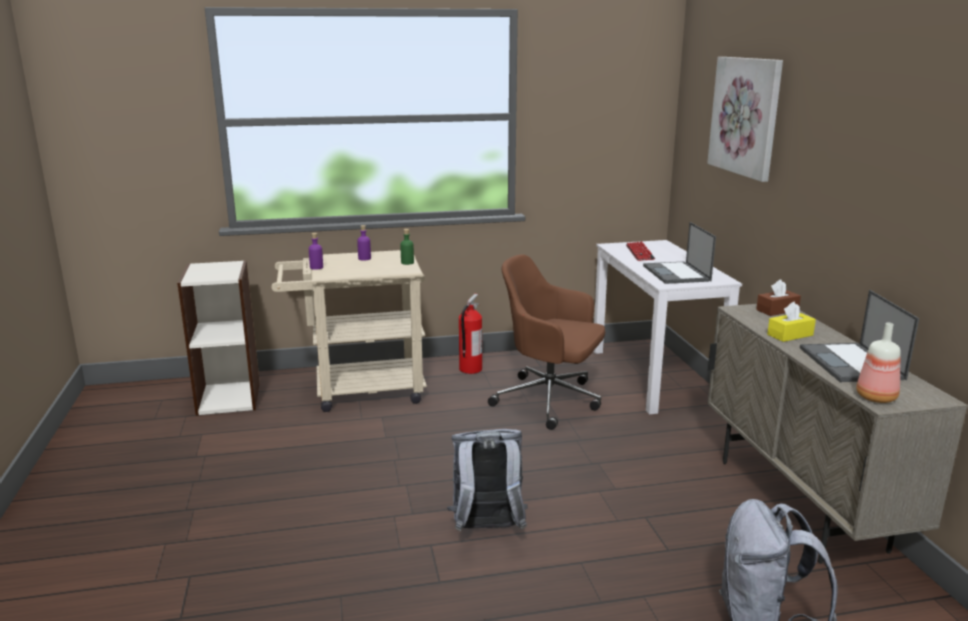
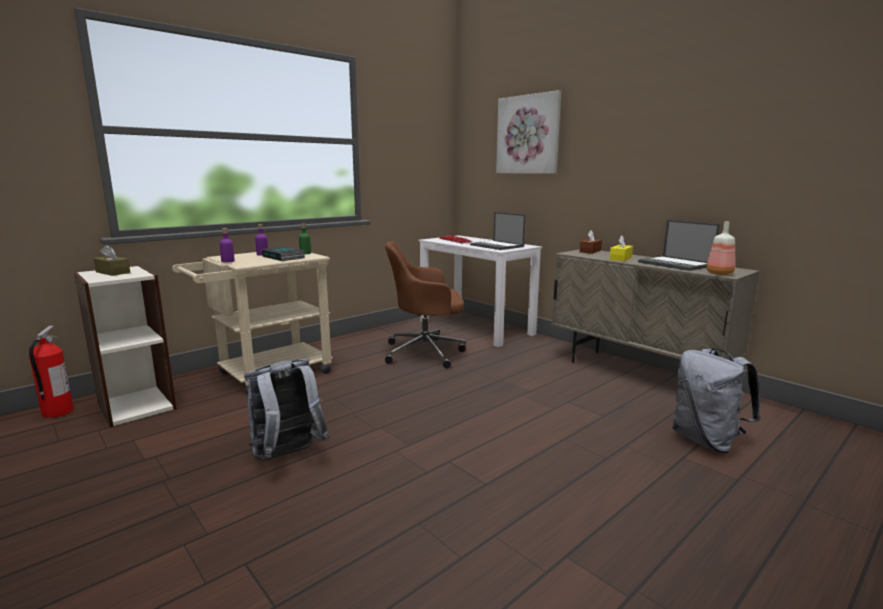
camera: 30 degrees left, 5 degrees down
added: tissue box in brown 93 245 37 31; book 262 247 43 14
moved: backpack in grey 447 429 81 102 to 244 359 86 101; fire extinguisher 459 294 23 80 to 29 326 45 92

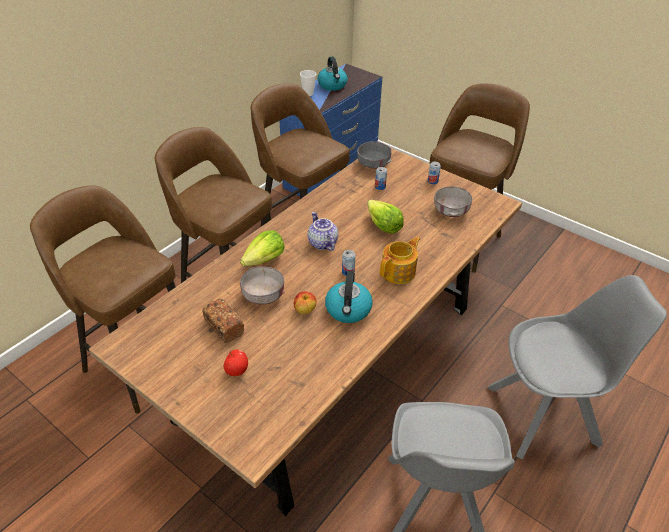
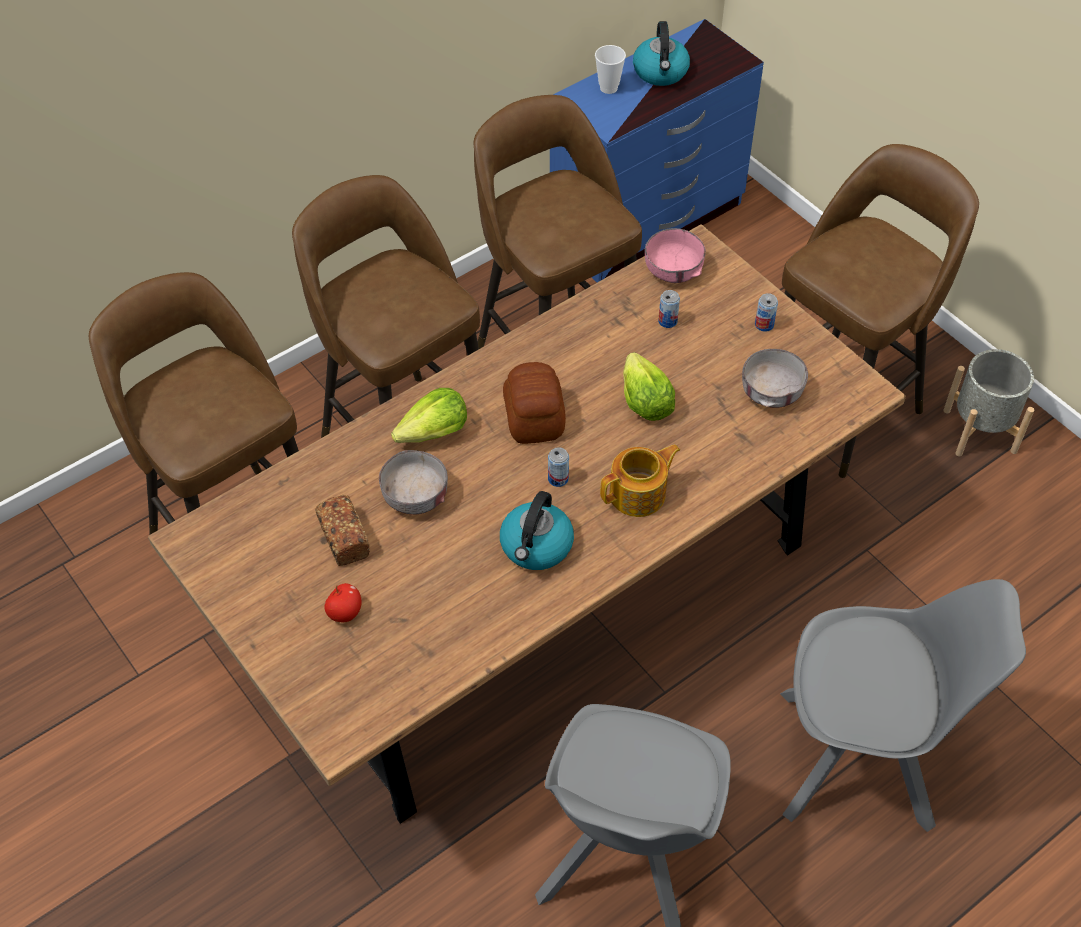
camera: 15 degrees right, 10 degrees up
removed: apple 294 291 22 23
added: planter in grey 944 349 91 107
replaced: teapot 308 212 30 39 to bread 503 362 63 82
recoloured: bowl in grey 357 141 34 28 to bowl in pink 645 228 61 55

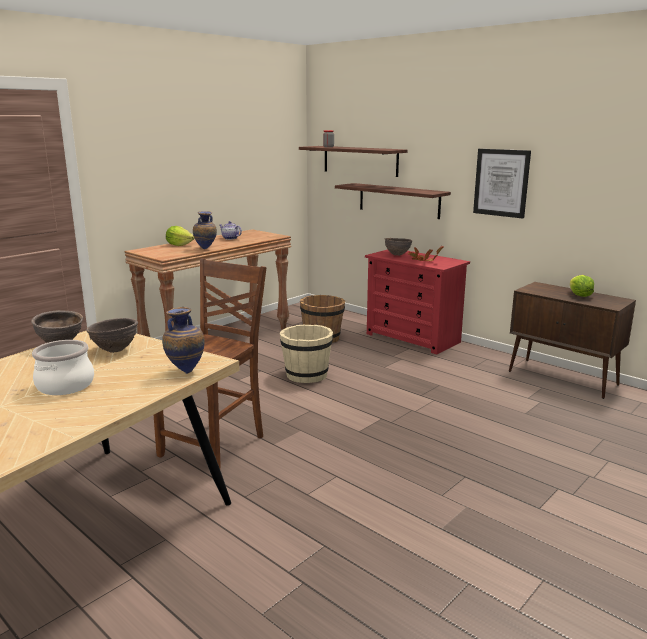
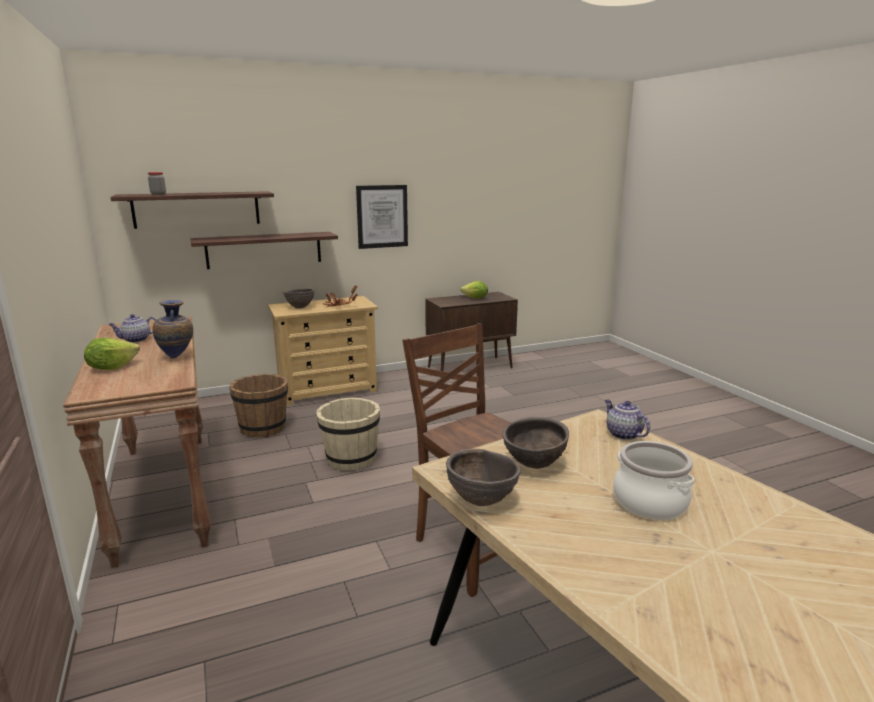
camera: 65 degrees left, 0 degrees up
replaced: vase 162 307 43 67 to teapot 605 400 45 40
recoloured: dresser in red 365 250 105 105 to dresser in beige 268 296 110 109

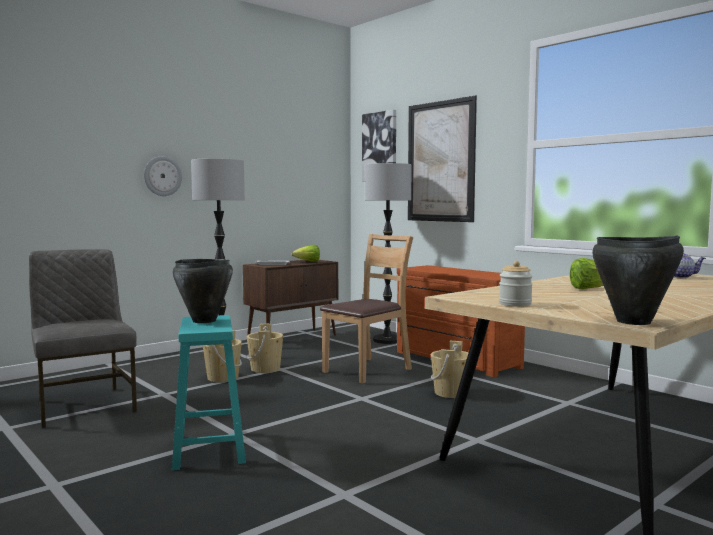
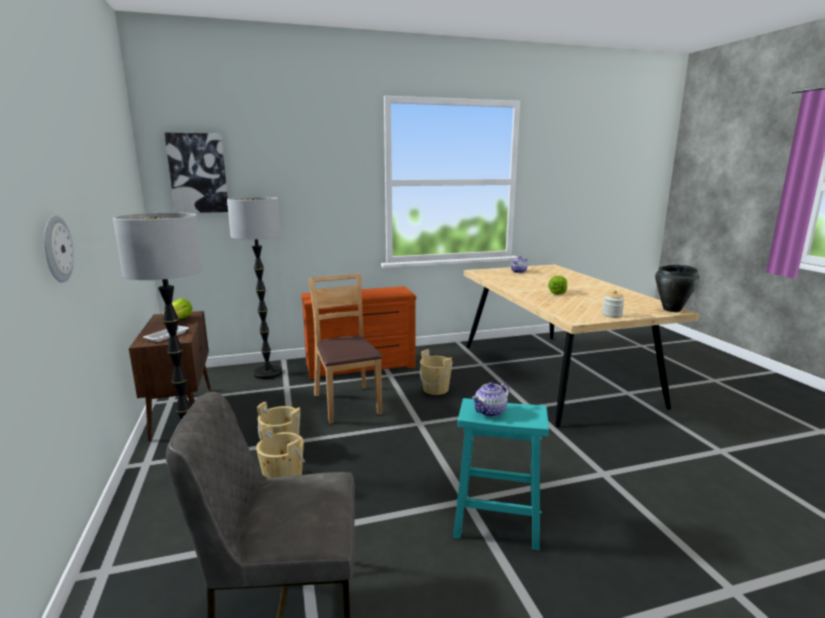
camera: 65 degrees left, 10 degrees up
removed: picture 408 95 69 127
replaced: cooking pot in black 173 259 60 64 to teapot 472 382 37 35

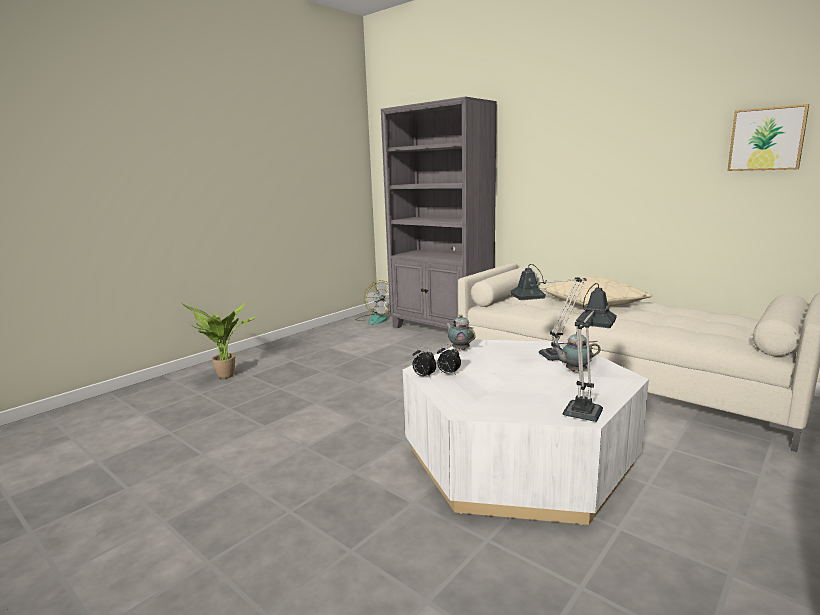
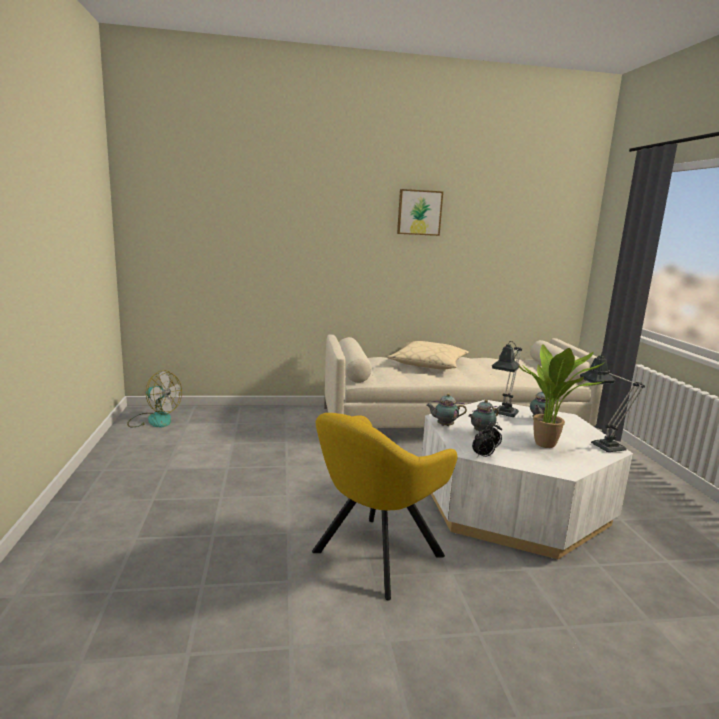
camera: 50 degrees left, 0 degrees up
removed: bookcase in grey 381 97 116 232
added: armchair in yellow 312 413 145 187; teapot 468 400 31 33
moved: potted plant 182 303 75 76 to 518 344 88 104; picture 727 104 82 67 to 397 189 46 47

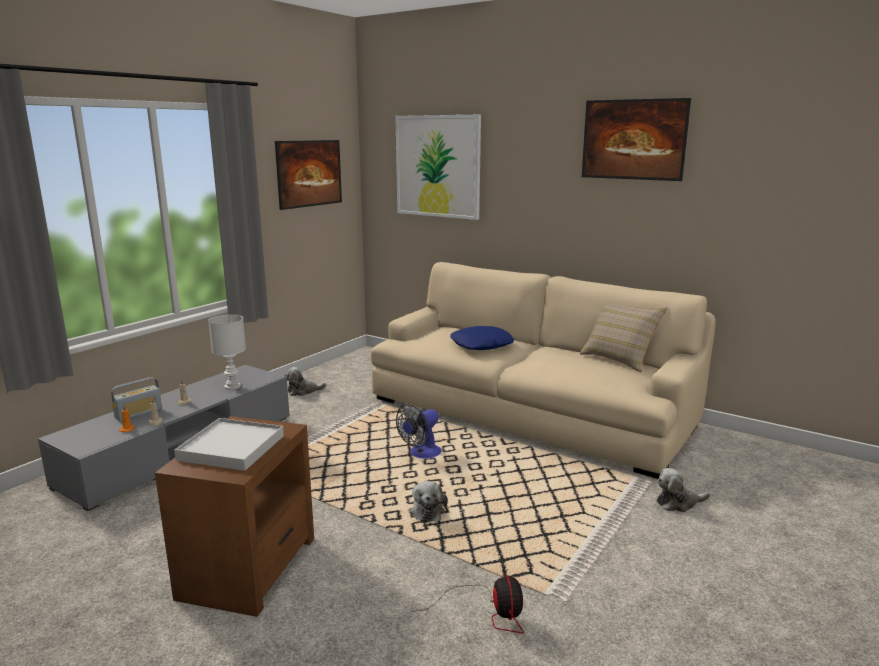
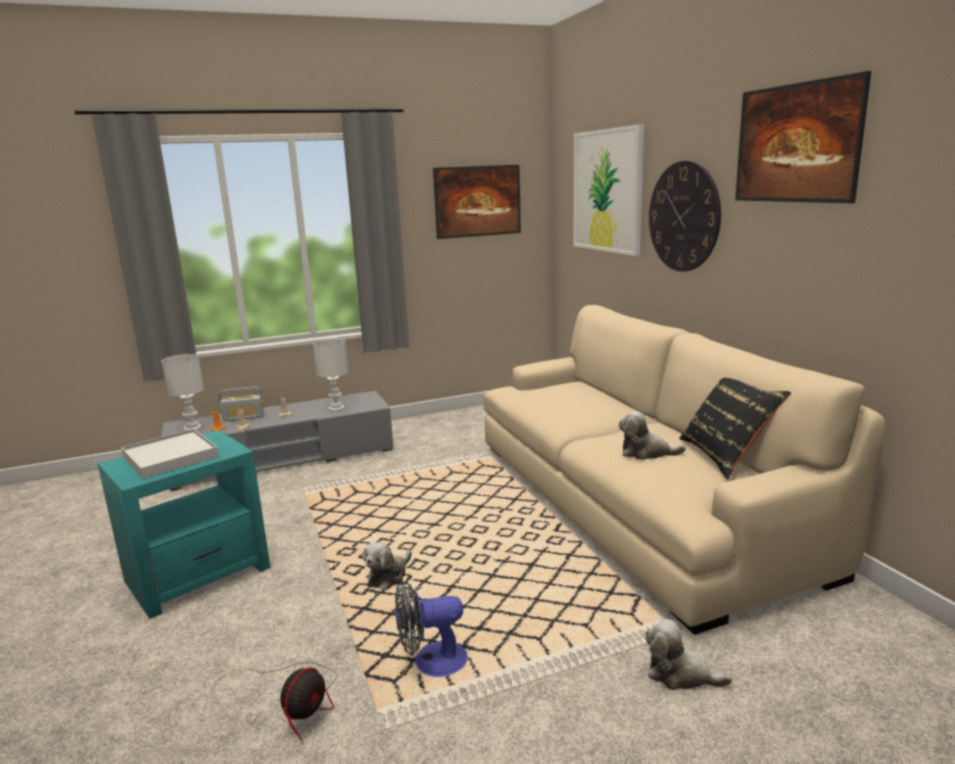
camera: 35 degrees right, 0 degrees up
removed: pillow in blue 450 326 64 24
added: table lamp in white 162 354 42 77; wall clock 649 161 72 111
moved: plush toy 285 367 41 29 to 619 411 67 49; fan 396 404 46 55 to 395 580 73 97
recoloured: side table in brown 155 416 159 201 to side table in turquoise 97 430 173 189; pillow in beige 580 304 88 68 to pillow in black 679 378 112 101

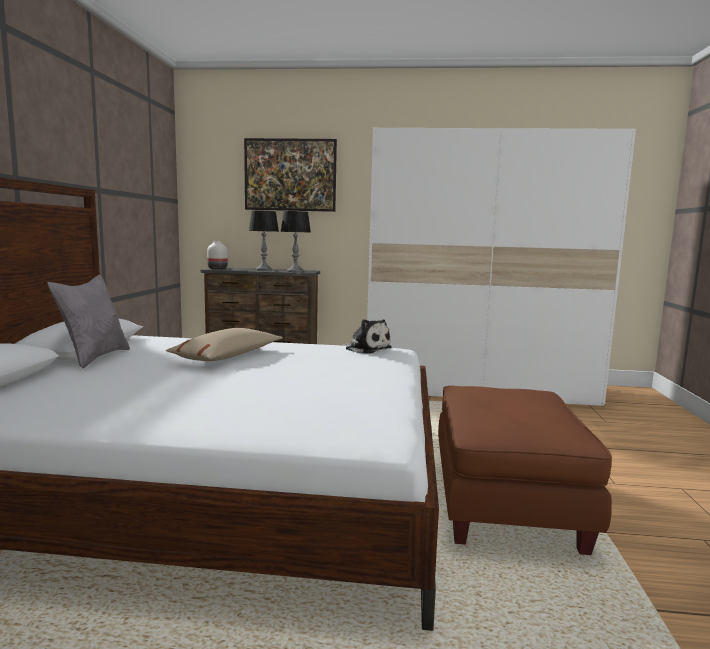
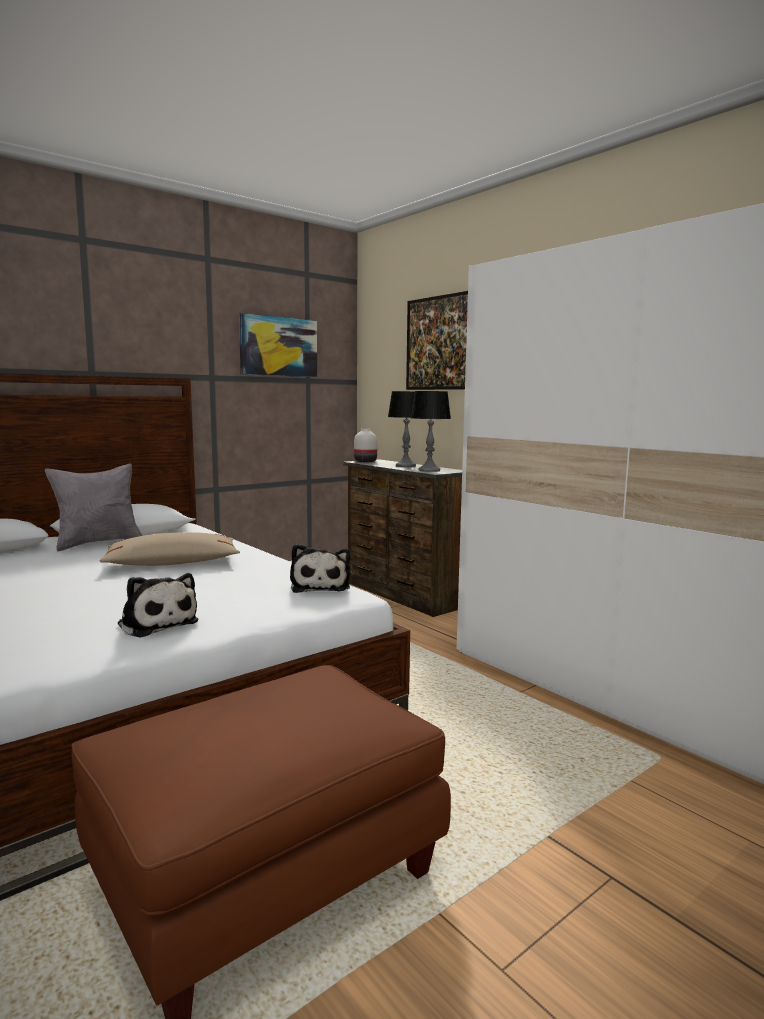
camera: 45 degrees right, 0 degrees up
added: plush toy 118 573 81 65; picture 239 313 78 64

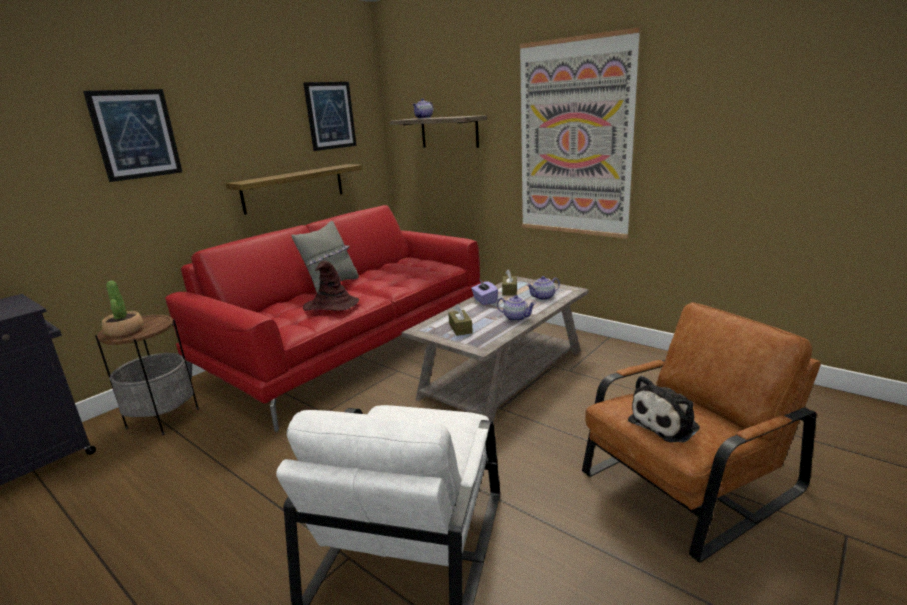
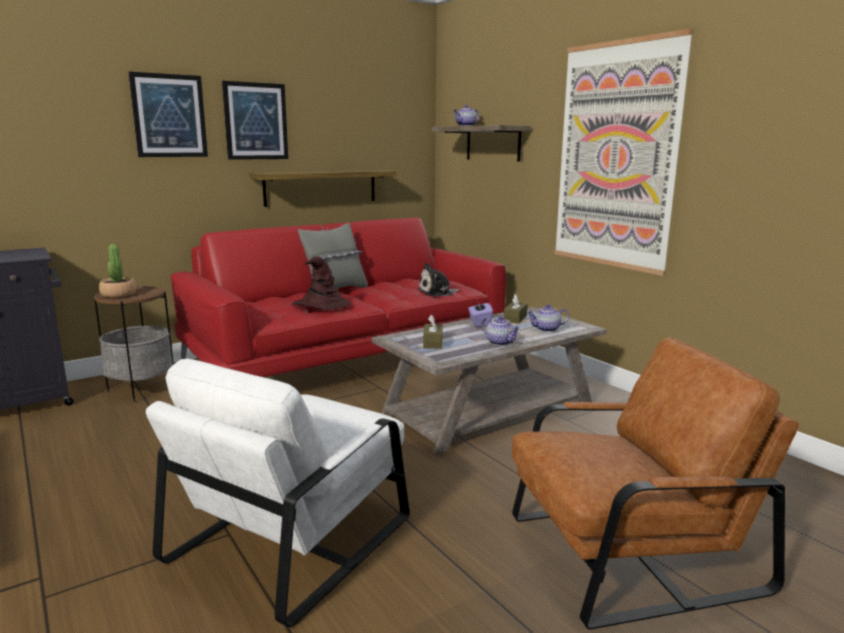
camera: 15 degrees right, 5 degrees down
moved: picture 303 82 54 69 to 222 81 66 79; plush toy 628 376 72 67 to 418 263 42 33

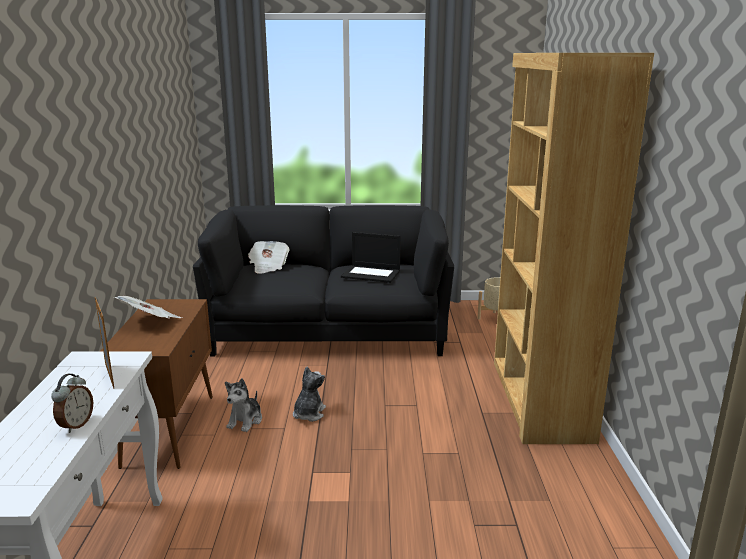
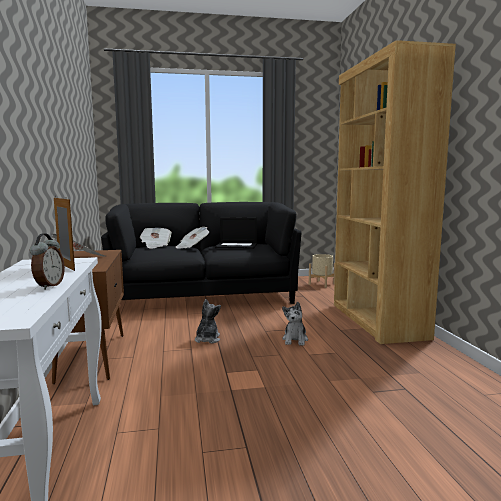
camera: 10 degrees left, 10 degrees down
added: newspaper 176 227 33 22
moved: plush toy 225 378 37 54 to 282 302 26 44

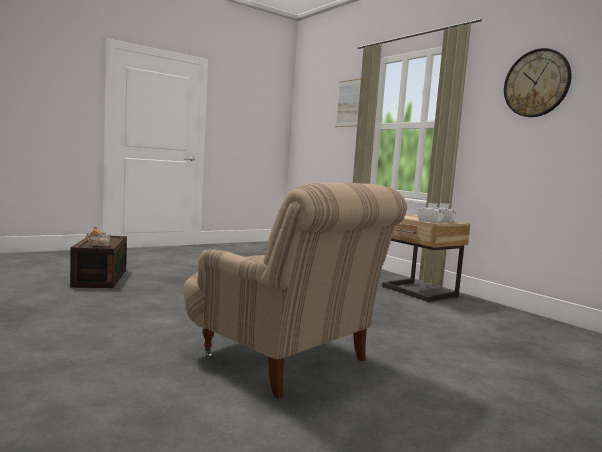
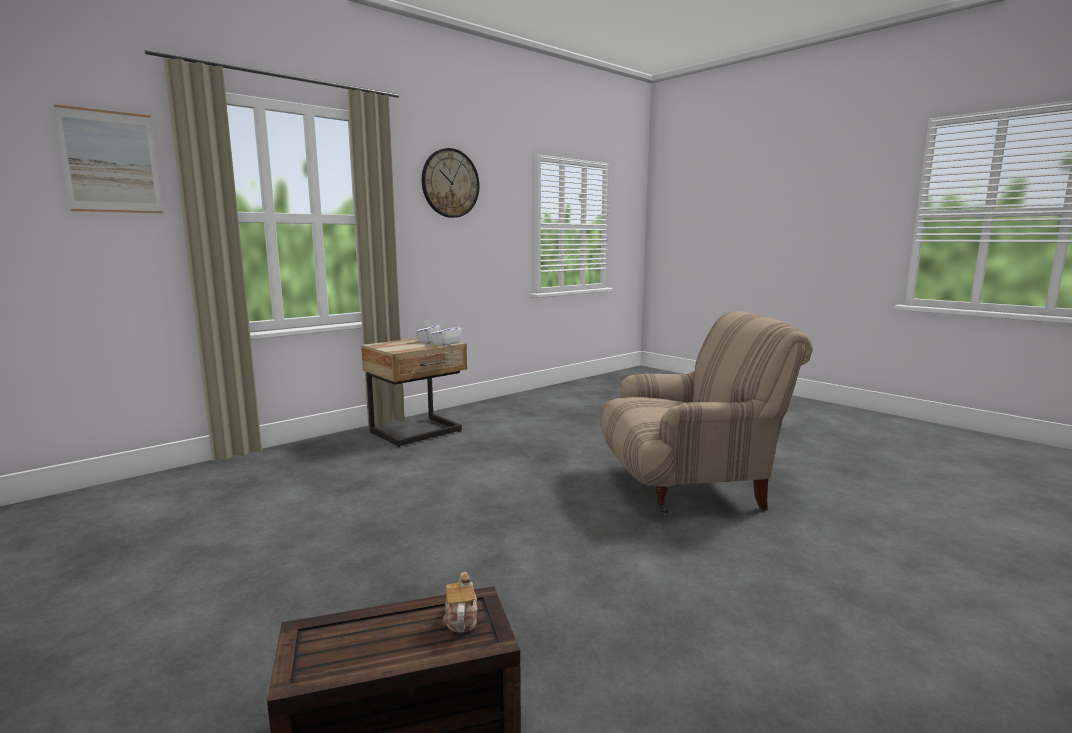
camera: 95 degrees left, 5 degrees up
turned: armchair in beige 183 183 224 215 = 600 311 213 204 45 degrees clockwise

